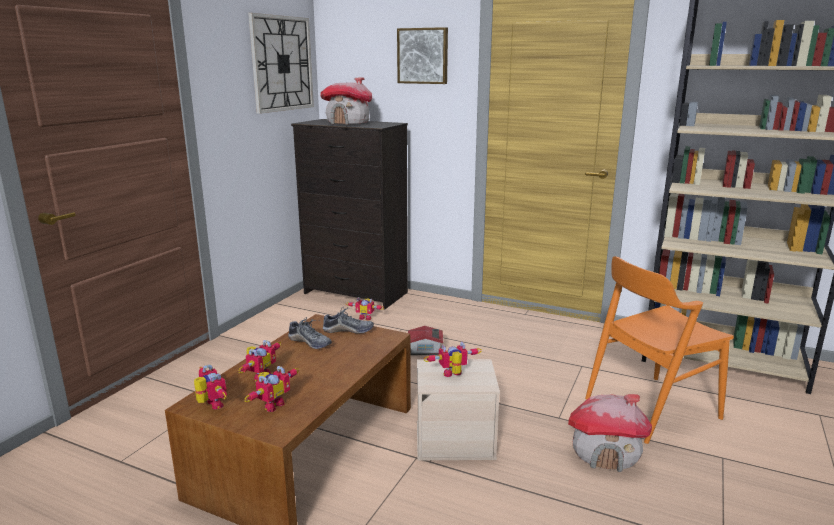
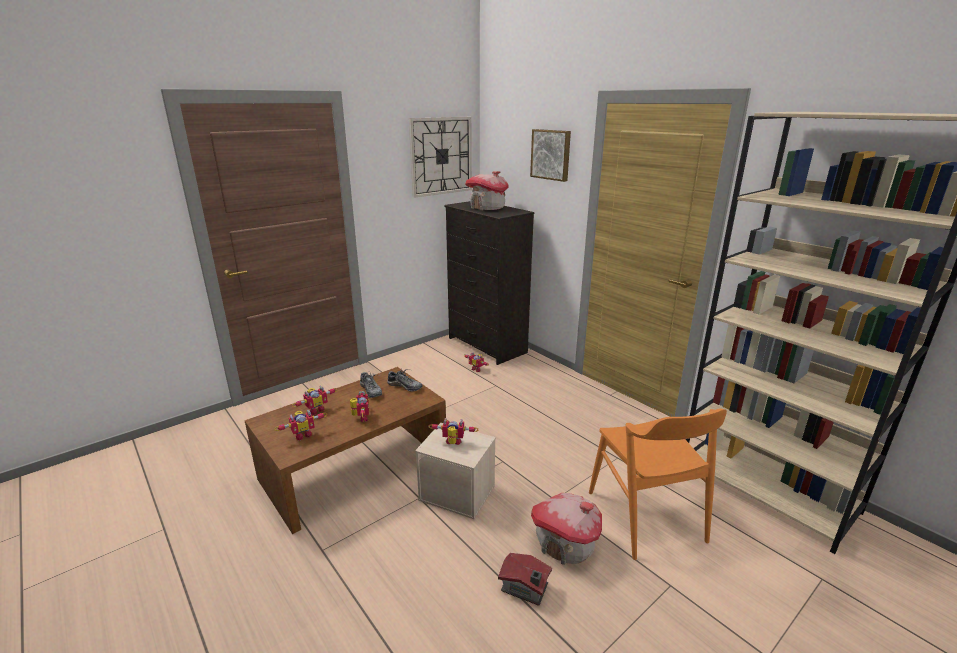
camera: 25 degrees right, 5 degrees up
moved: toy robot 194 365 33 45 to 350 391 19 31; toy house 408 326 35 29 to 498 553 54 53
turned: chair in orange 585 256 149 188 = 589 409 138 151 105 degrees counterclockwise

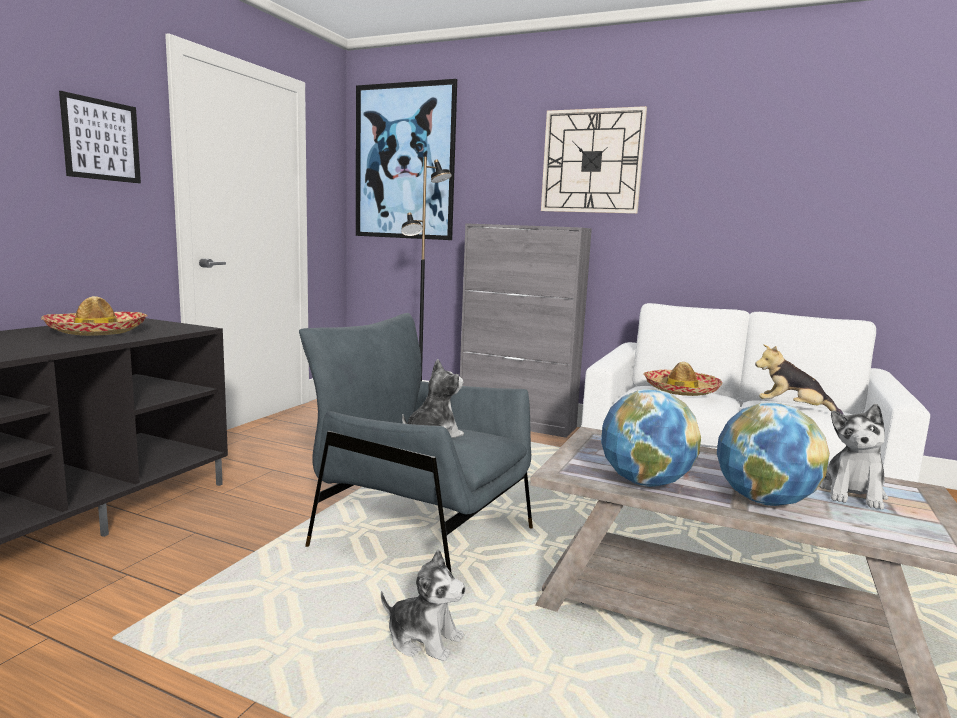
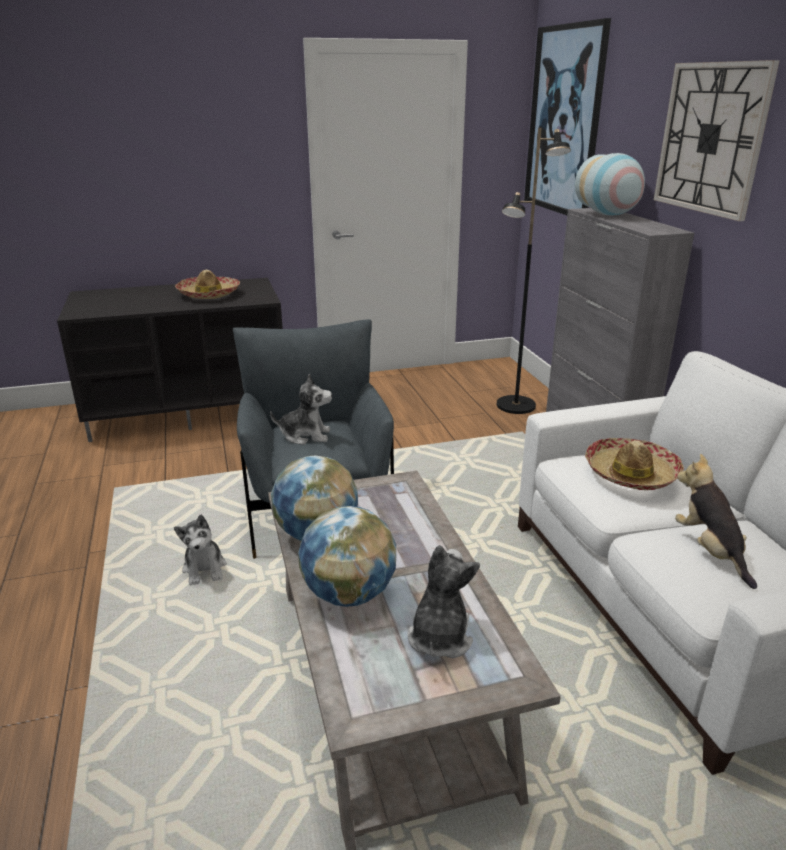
camera: 50 degrees right, 15 degrees up
removed: picture 59 91 82 92
added: vase 575 153 70 63
turned: plush toy 819 404 69 106 = 408 545 72 113 120 degrees clockwise

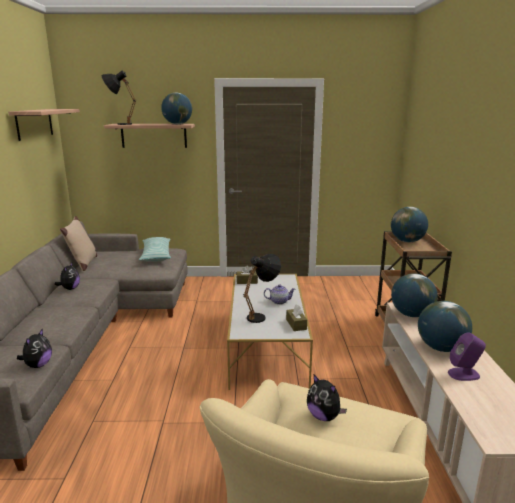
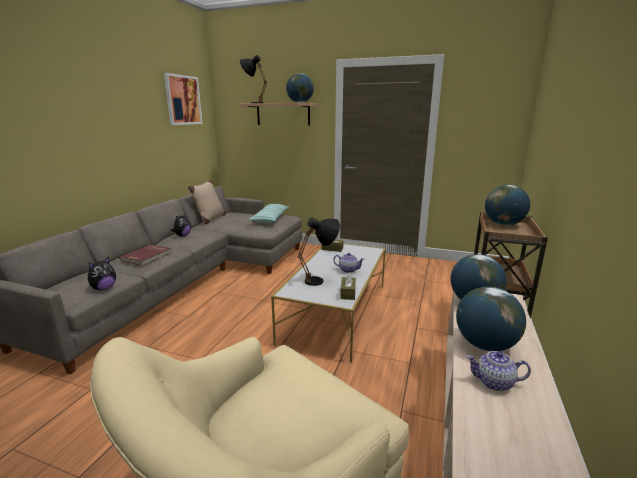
camera: 20 degrees right, 0 degrees up
removed: plush toy 307 375 40 46
added: book in red 120 244 52 22
replaced: shelf 8 109 72 32 to picture 164 73 38 52; speaker in purple 448 333 38 48 to teapot 466 351 65 40

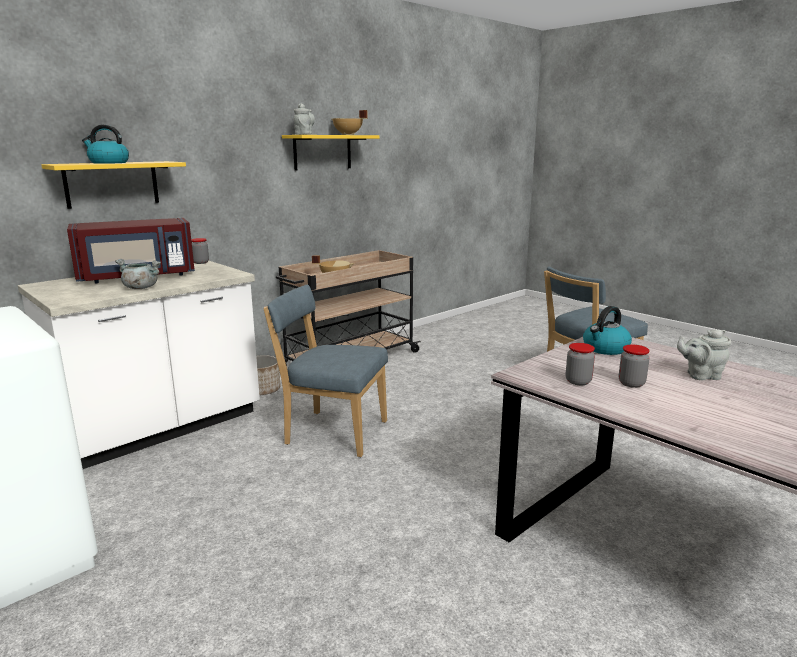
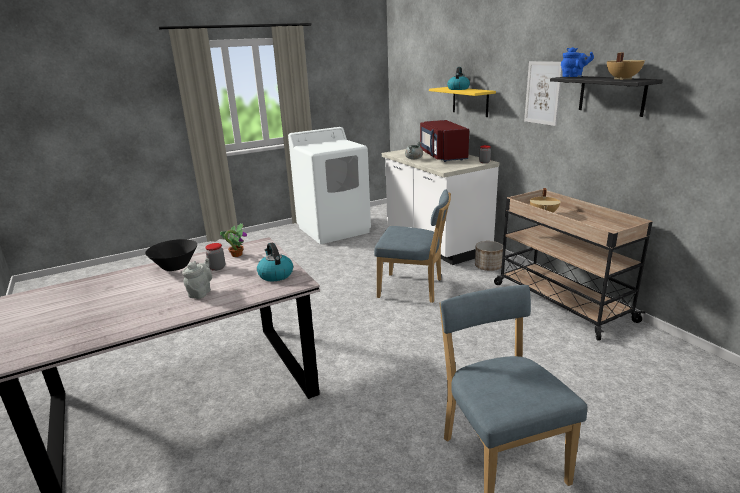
camera: 105 degrees right, 5 degrees up
added: bowl in black 145 239 52 32; picture 524 61 38 65
replaced: jar 566 343 29 42 to potted plant 220 223 27 34
recoloured: shelf in yellow 282 135 98 36 to shelf in black 550 76 113 41; teapot in grey 294 103 21 32 to teapot in blue 561 47 33 30
turned: chair in blue 263 285 125 172 = 374 189 77 114 75 degrees clockwise

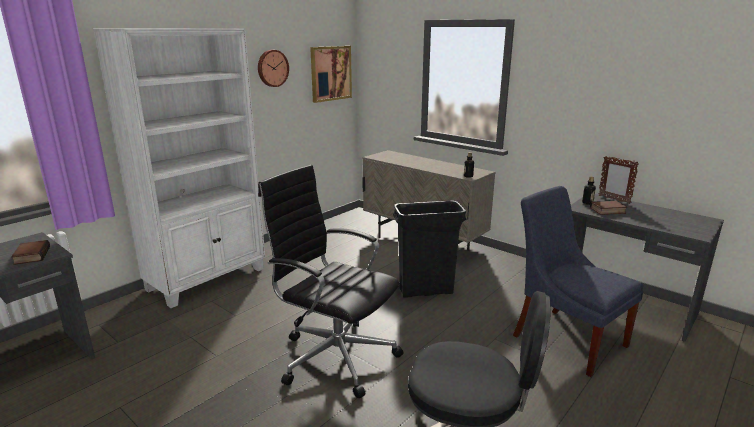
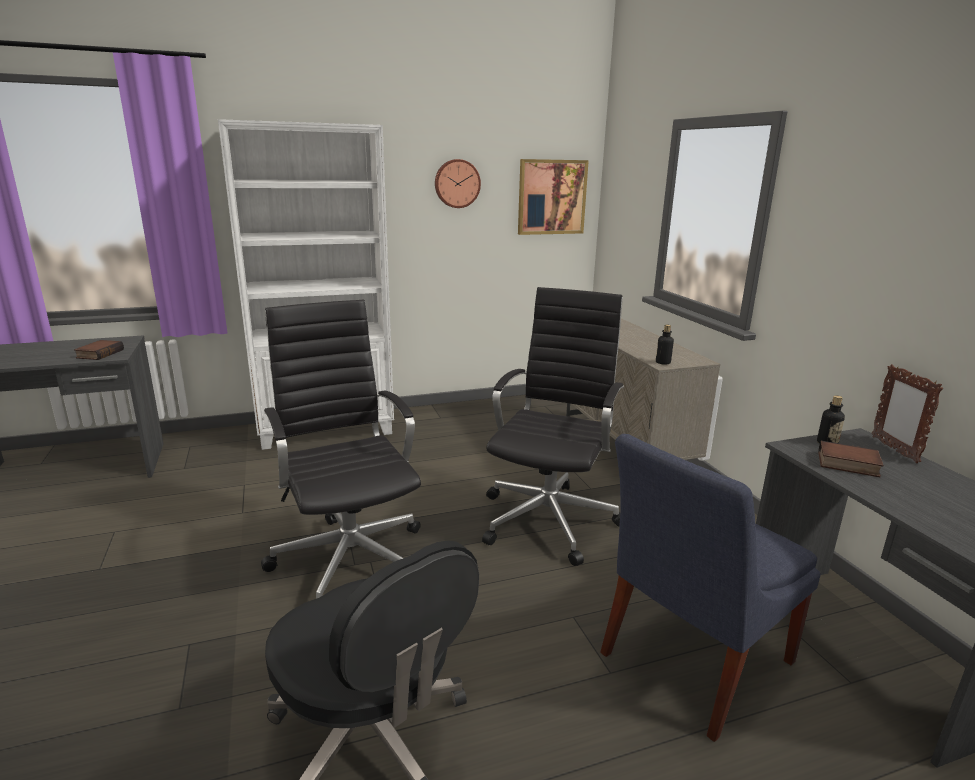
camera: 30 degrees right, 0 degrees up
replaced: trash can in black 393 200 73 98 to office chair in black 482 287 142 279
turned: chair in blue 513 186 130 191 = 600 434 221 308 120 degrees counterclockwise

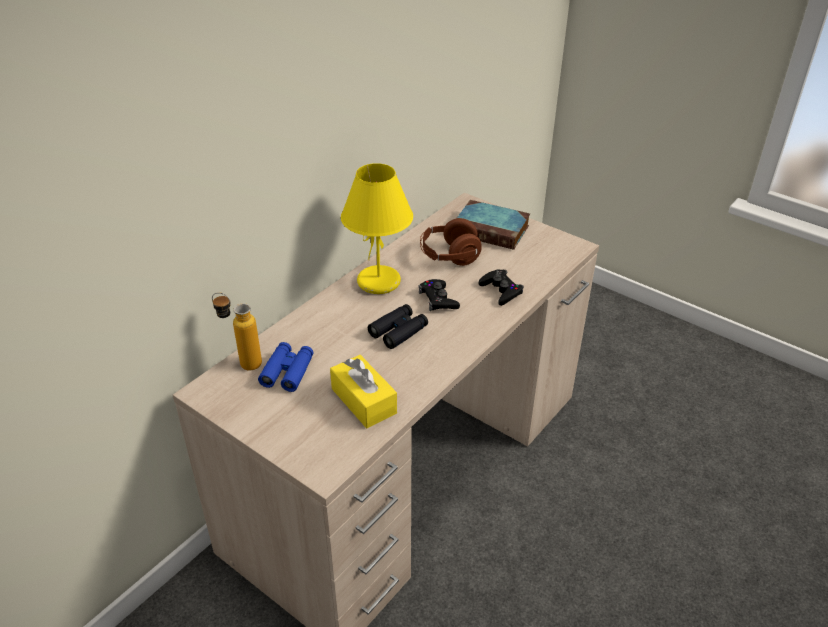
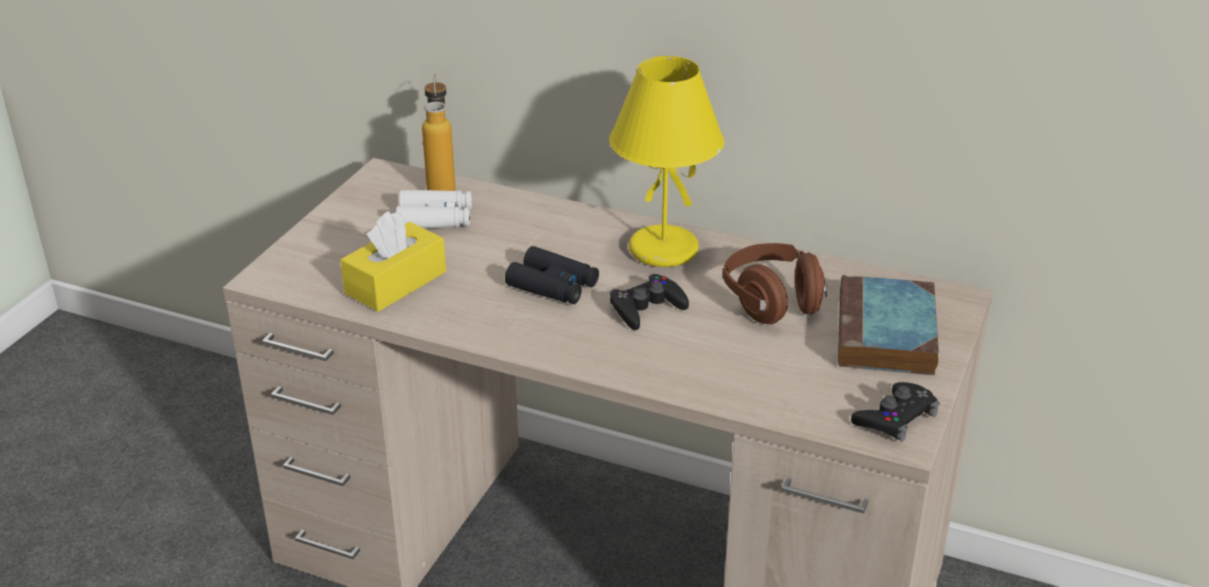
camera: 75 degrees right, 5 degrees down
moved: game controller in black 479 270 45 36 to 851 382 89 60
recoloured: binoculars in blue 258 342 55 50 to binoculars in white 396 190 76 39

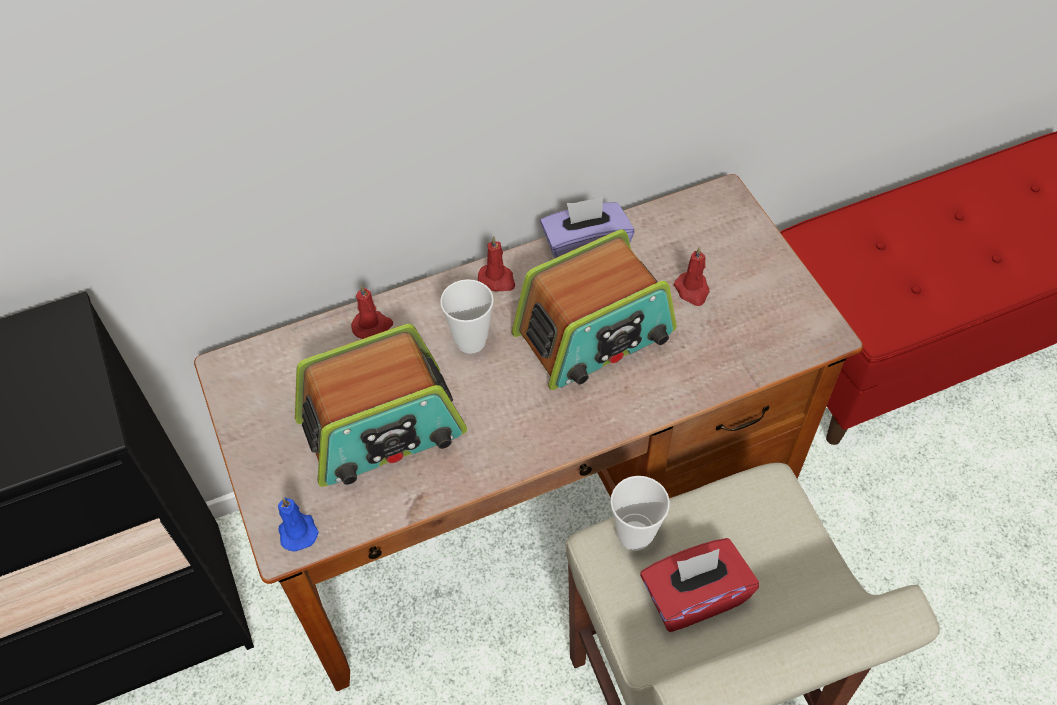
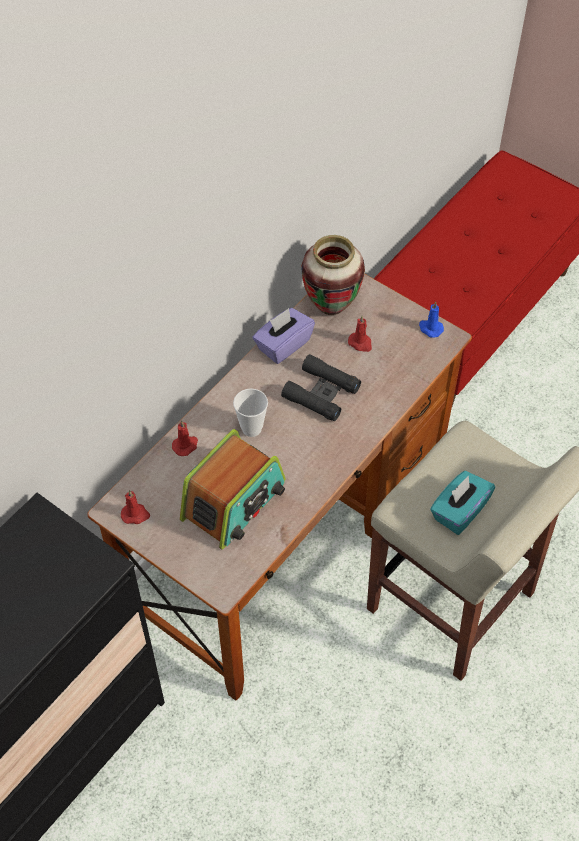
camera: 30 degrees left, 0 degrees up
removed: cup 610 476 60 75
added: vase 301 235 64 80
moved: candle in blue 278 497 41 55 to 419 301 25 37; candle in red 478 236 37 55 to 121 490 29 34
replaced: radio 512 229 165 161 to binoculars in black 281 354 80 67
recoloured: tissue box in red 640 538 119 94 to tissue box in turquoise 430 471 65 64

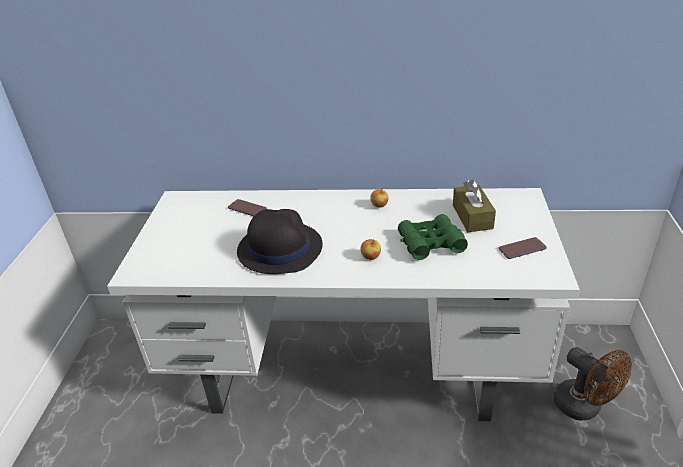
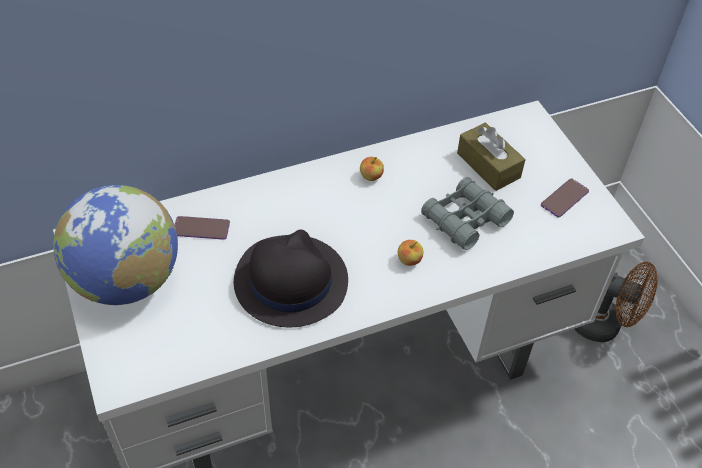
camera: 30 degrees left, 15 degrees up
added: globe 53 185 125 120
recoloured: binoculars in green 398 214 70 46 to binoculars in grey 421 177 93 73

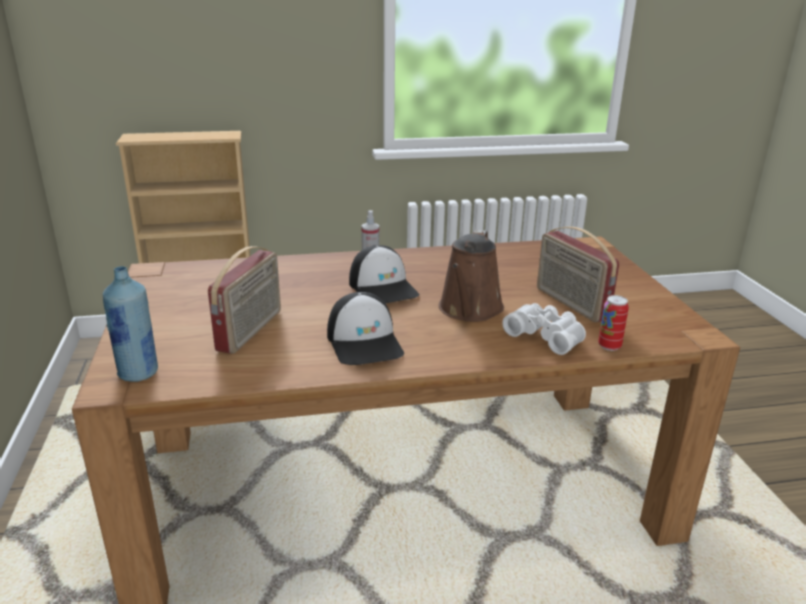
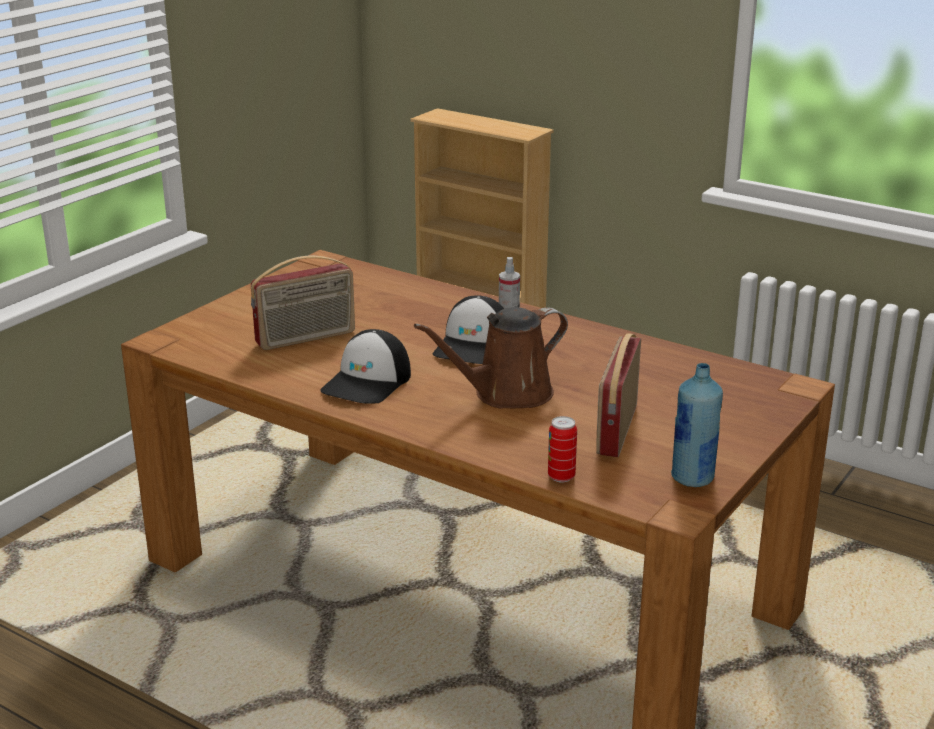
camera: 45 degrees right, 0 degrees up
removed: binoculars in white 502 303 84 52
moved: bottle in blue 103 266 55 116 to 671 363 52 124

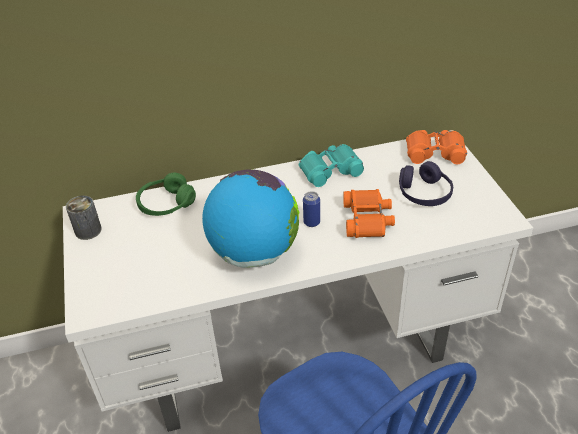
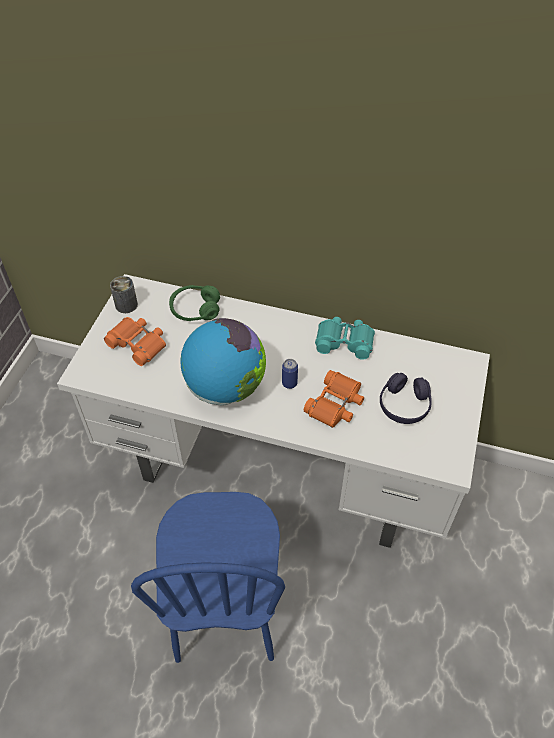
camera: 30 degrees right, 10 degrees up
moved: binoculars in orange 406 130 61 34 to 104 317 62 49

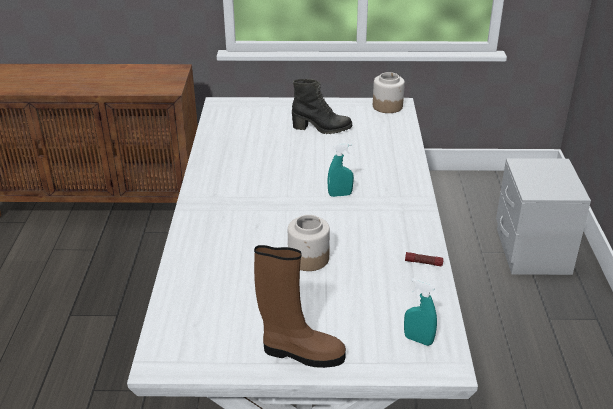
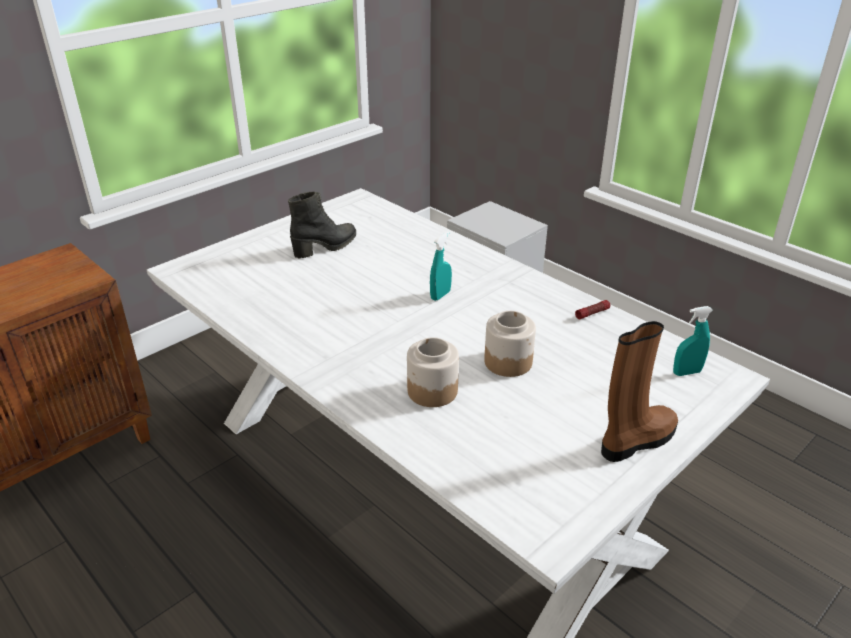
camera: 45 degrees left, 0 degrees up
moved: jar 373 72 32 41 to 407 337 52 70

